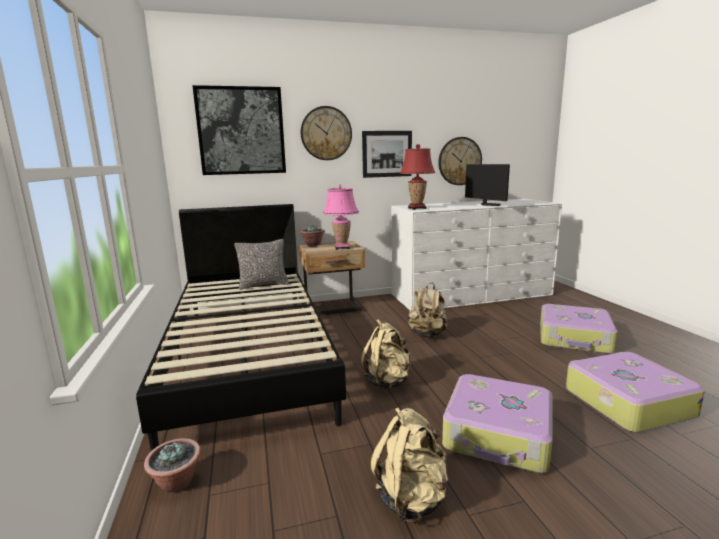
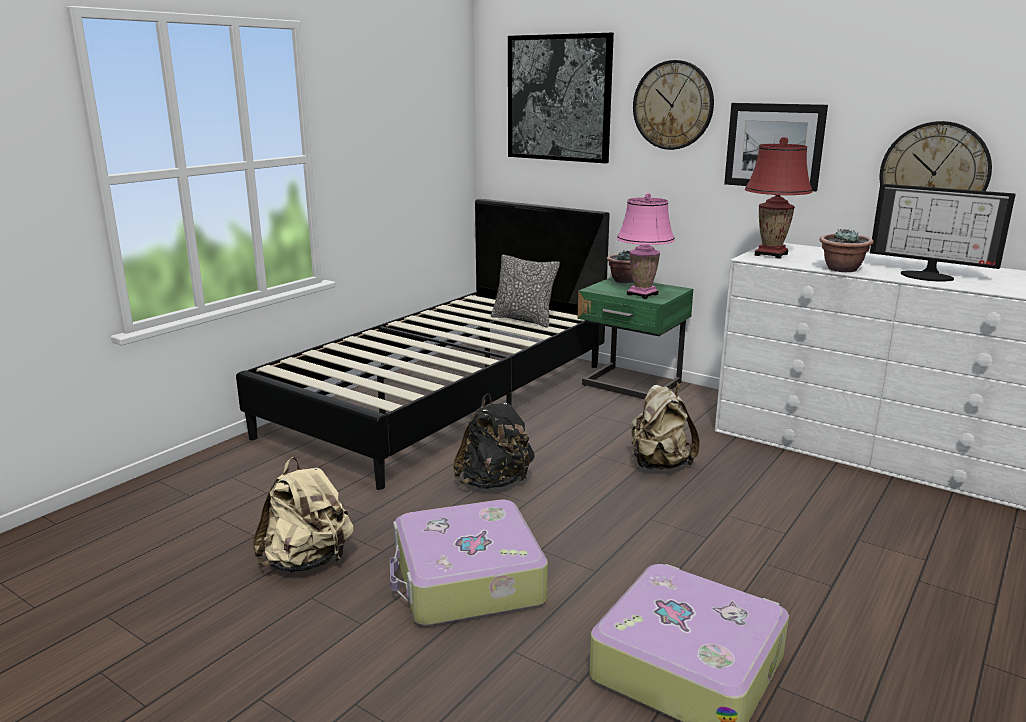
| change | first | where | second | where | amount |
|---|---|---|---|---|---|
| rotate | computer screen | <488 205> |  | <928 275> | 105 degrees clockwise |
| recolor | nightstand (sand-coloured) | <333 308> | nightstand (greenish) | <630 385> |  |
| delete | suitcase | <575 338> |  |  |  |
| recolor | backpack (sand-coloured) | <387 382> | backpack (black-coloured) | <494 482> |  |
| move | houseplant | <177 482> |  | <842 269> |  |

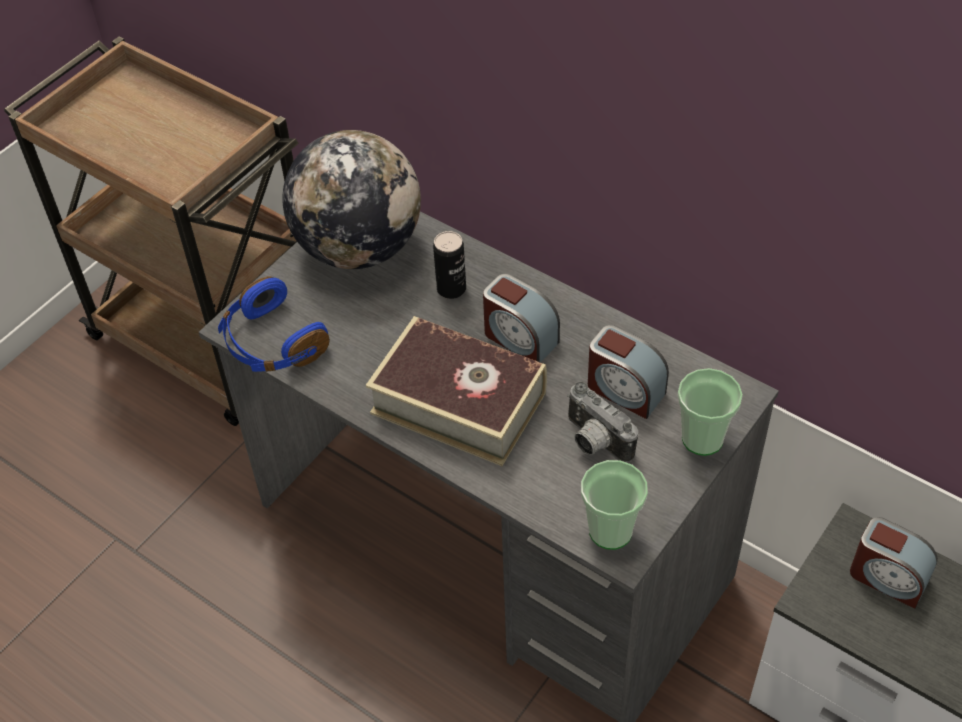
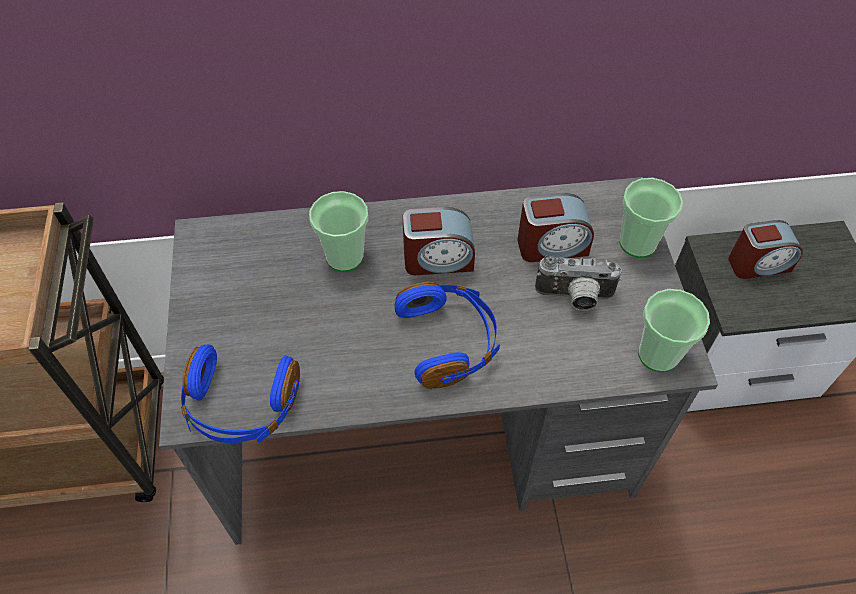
| change | first | where | second | where | amount |
|---|---|---|---|---|---|
| delete | globe | <358 247> |  |  |  |
| replace | metal can | <451 289> | drinking cup | <344 256> |  |
| replace | bound book | <458 402> | pair of headphones (blue-coloured) | <449 341> |  |

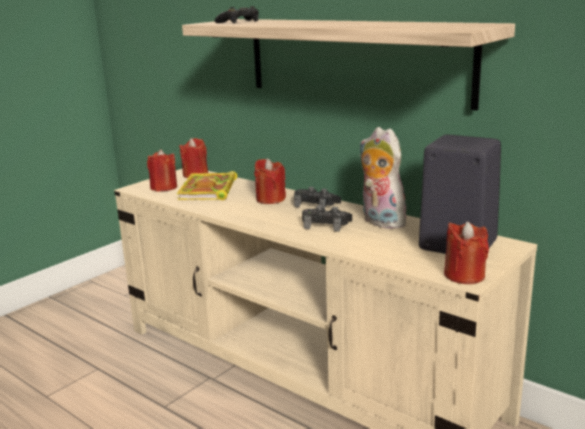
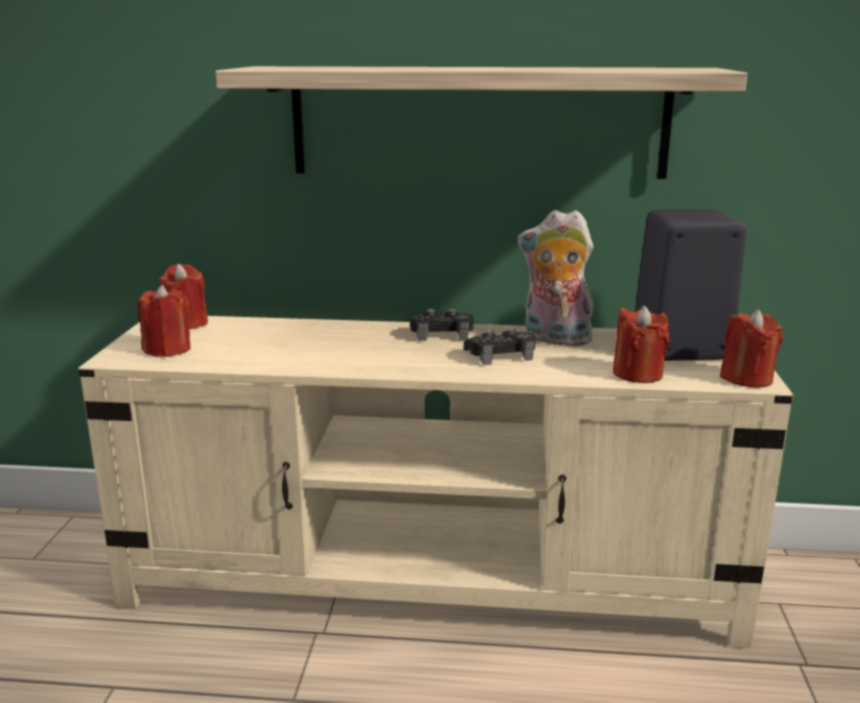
| change | first | where | second | where | amount |
|---|---|---|---|---|---|
| delete | joypad (black-coloured) | <239 22> |  |  |  |
| move | candle (reddish) | <270 199> |  | <637 374> |  |
| delete | bound book | <208 191> |  |  |  |

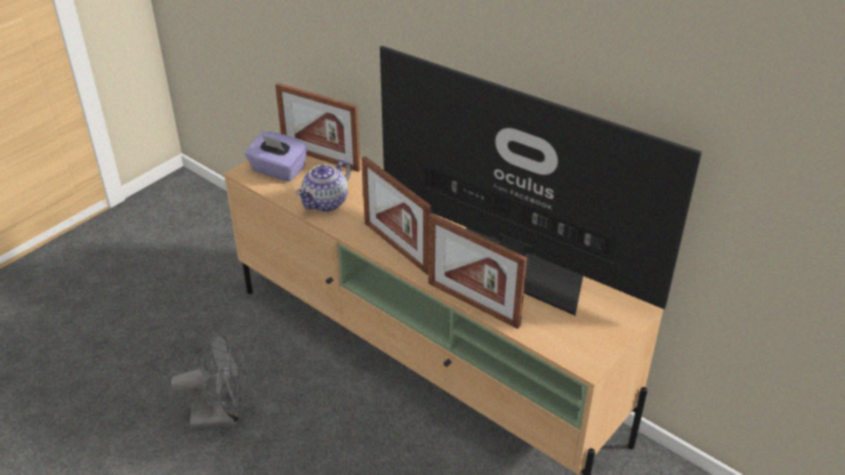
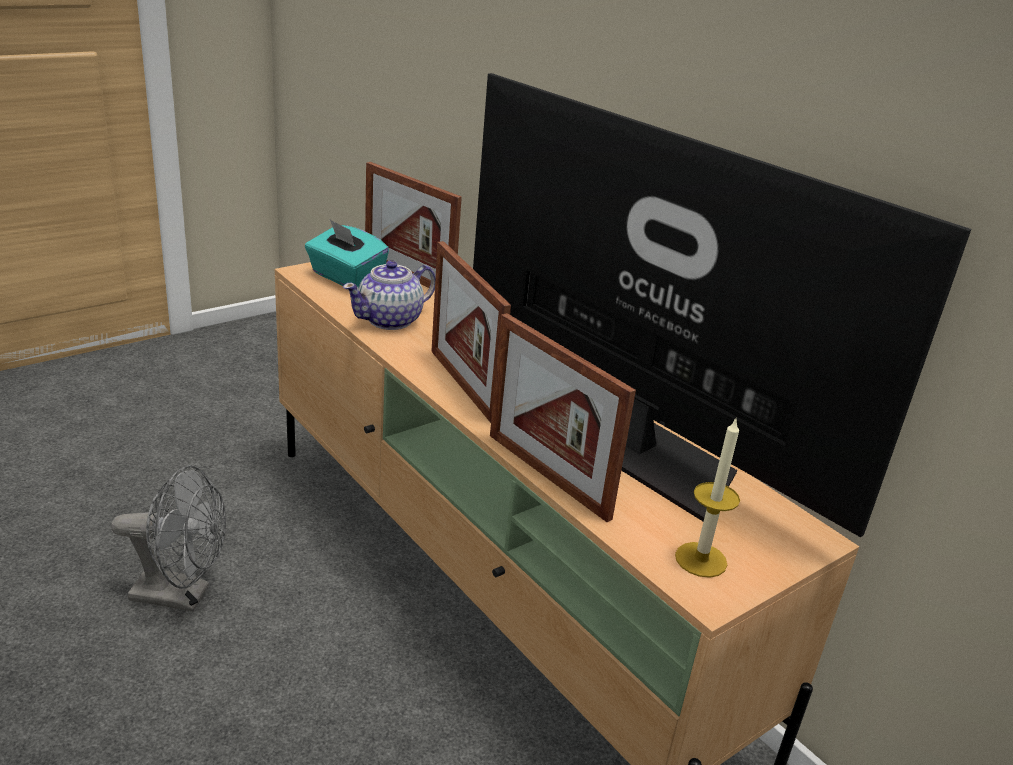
| change | first | where | second | where | amount |
|---|---|---|---|---|---|
| recolor | tissue box (purplish) | <278 170> | tissue box (blue-green) | <345 278> |  |
| insert |  |  | candle | <701 559> |  |

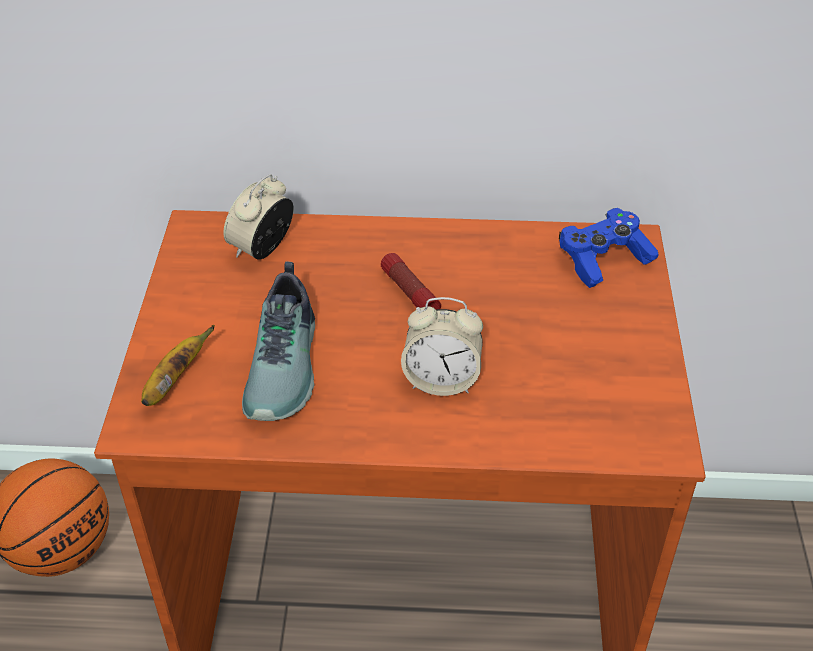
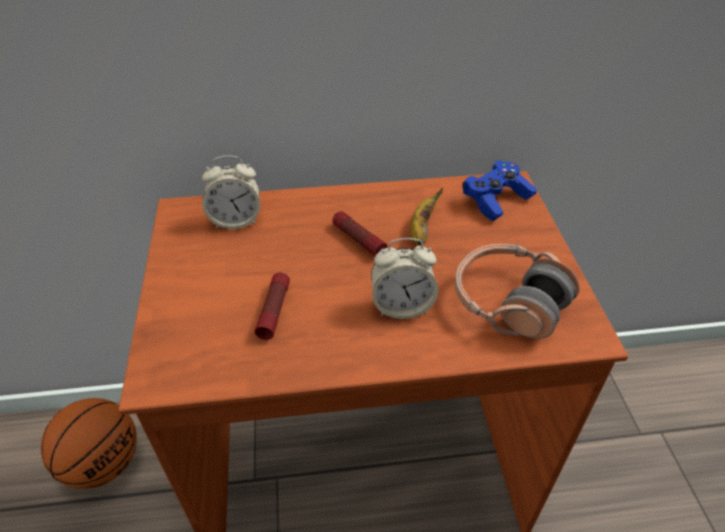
| change | first | where | second | where | amount |
|---|---|---|---|---|---|
| rotate | alarm clock | <262 249> |  | <236 220> | 120 degrees counterclockwise |
| replace | item of footwear | <286 366> | flashlight | <274 310> |  |
| move | whole banana | <174 381> |  | <421 230> |  |
| insert |  |  | pair of headphones | <508 302> |  |

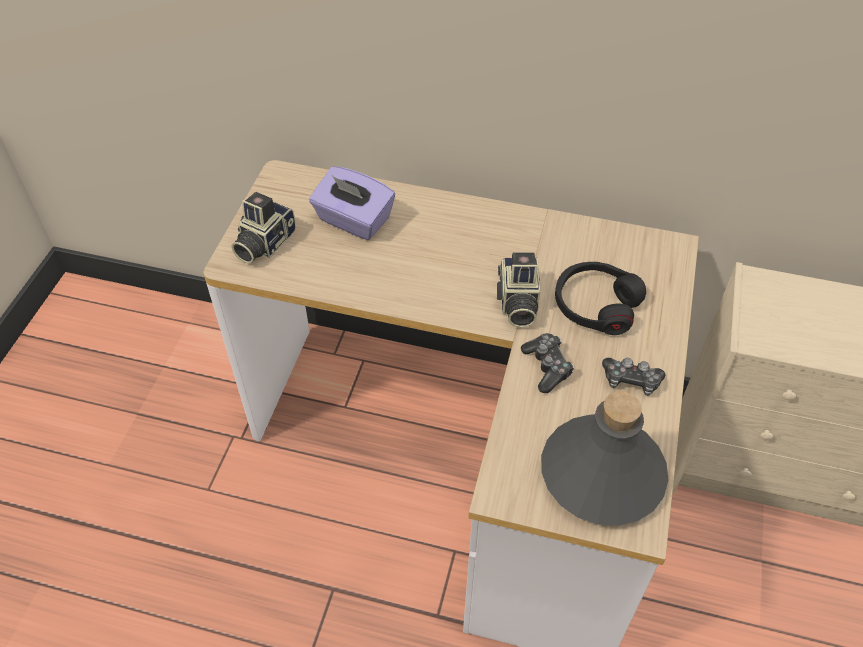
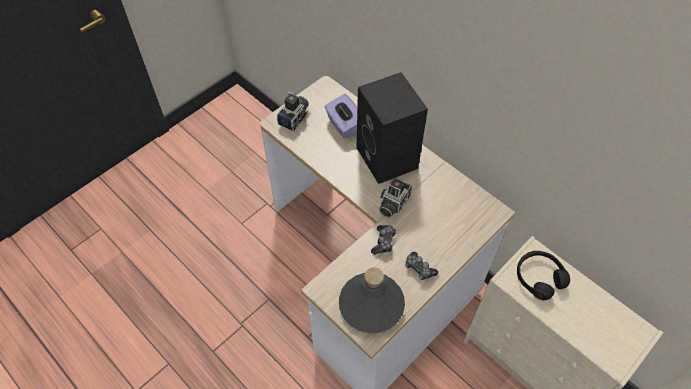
| change | first | where | second | where | amount |
|---|---|---|---|---|---|
| rotate | still camera | <263 243> |  | <295 118> | 150 degrees clockwise |
| move | pair of headphones (black-coloured) | <596 305> |  | <539 277> |  |
| insert |  |  | speaker (black-coloured) | <388 158> |  |

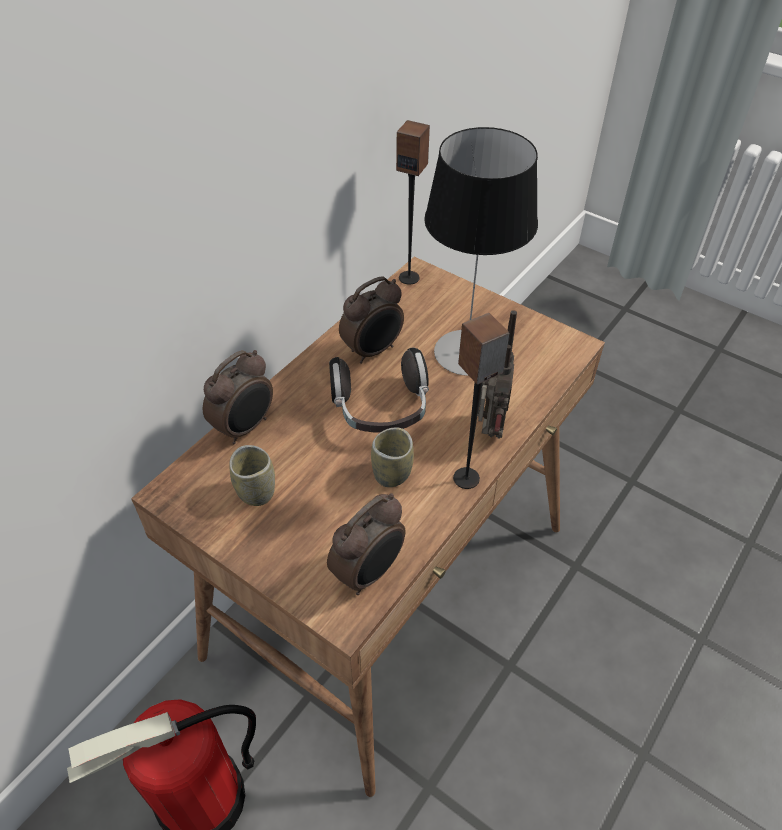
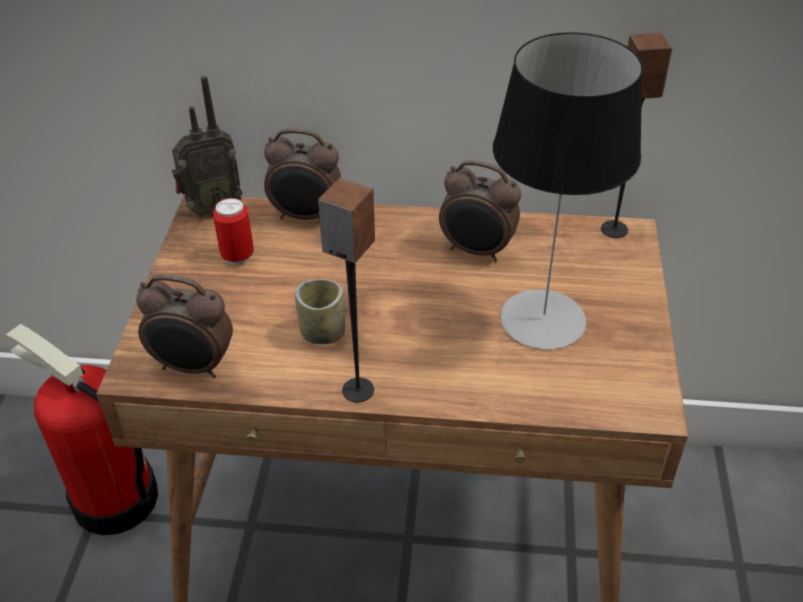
| change | first | where | second | where | amount |
|---|---|---|---|---|---|
| move | radio receiver | <488 429> |  | <211 209> |  |
| delete | pair of headphones | <381 410> |  |  |  |
| replace | drinking cup | <256 491> | metal can | <237 256> |  |

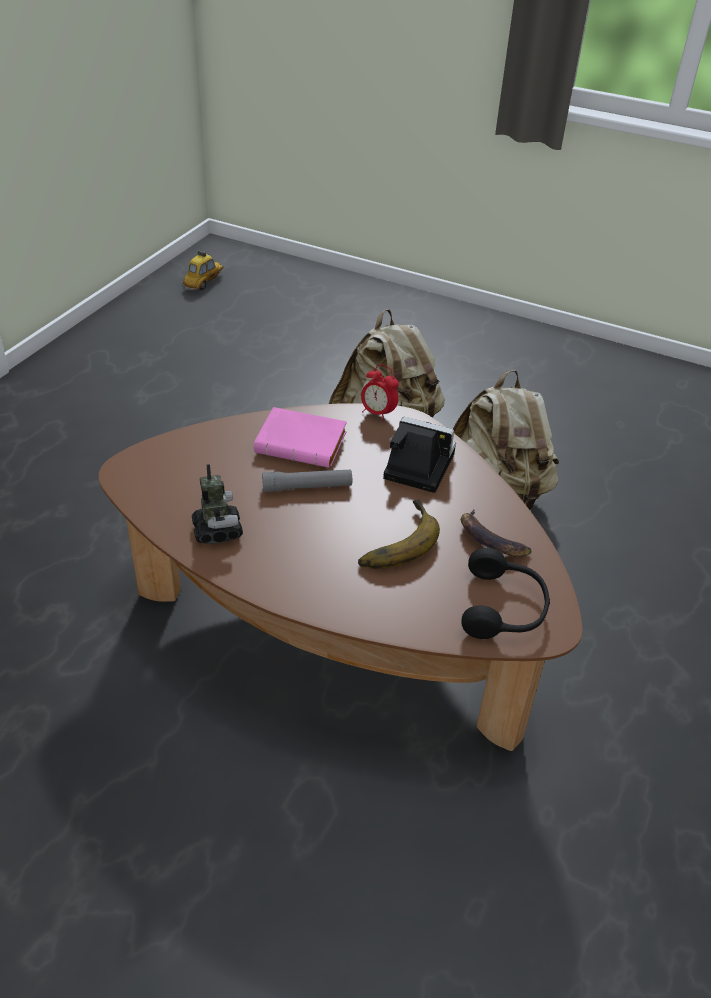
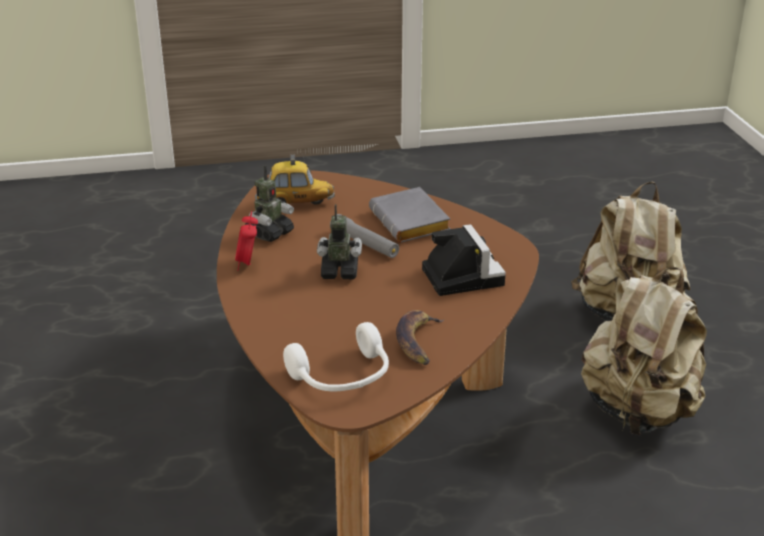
| change | first | where | second | where | amount |
|---|---|---|---|---|---|
| move | model car | <204 283> |  | <295 204> |  |
| move | alarm clock | <378 413> |  | <247 264> |  |
| recolor | bound book (pink) | <304 444> | bound book (gray) | <412 223> |  |
| delete | whole banana | <393 540> |  |  |  |
| recolor | pair of headphones (black-coloured) | <504 608> | pair of headphones (white) | <343 377> |  |
| insert |  |  | toy robot | <339 272> |  |

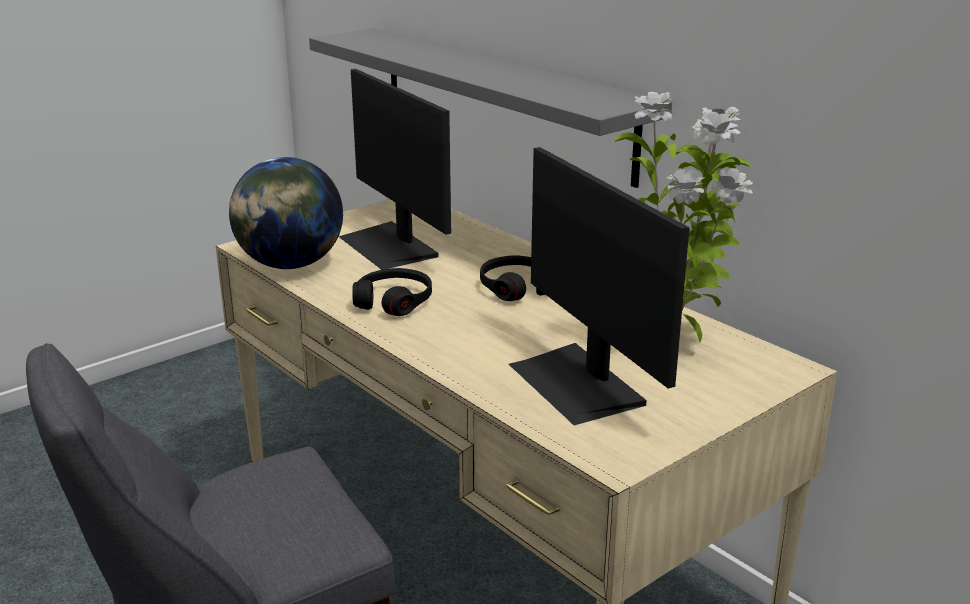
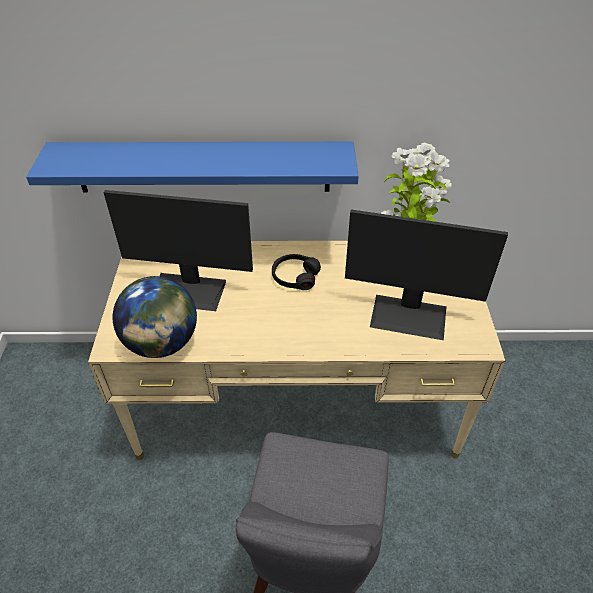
| change | first | where | second | where | amount |
|---|---|---|---|---|---|
| recolor | wall shelf (gray) | <501 101> | wall shelf (blue-coloured) | <203 167> |  |
| delete | pair of headphones (black-coloured) | <394 301> |  |  |  |

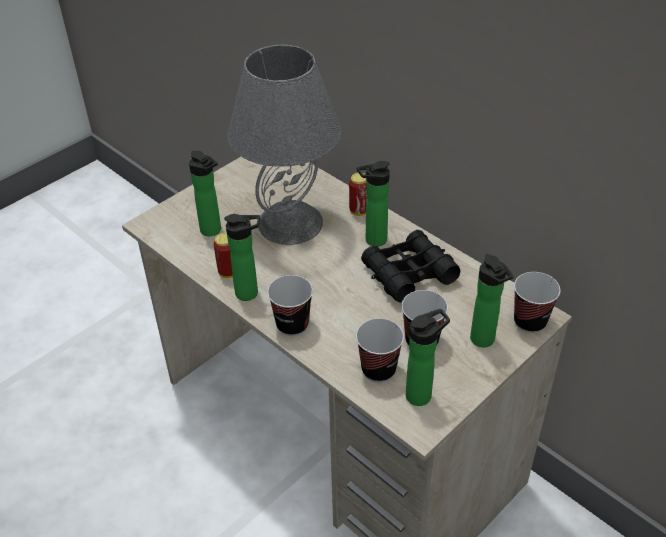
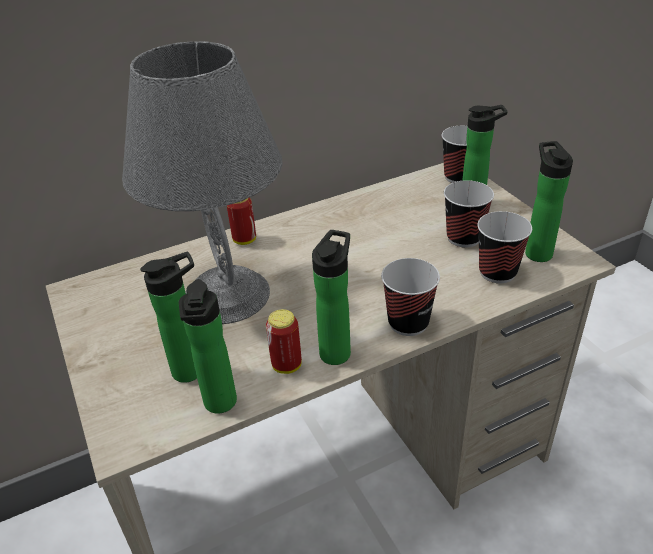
| change | first | where | second | where | amount |
|---|---|---|---|---|---|
| move | beverage bottle | <372 240> |  | <220 405> |  |
| delete | binoculars (black-coloured) | <408 274> |  |  |  |

